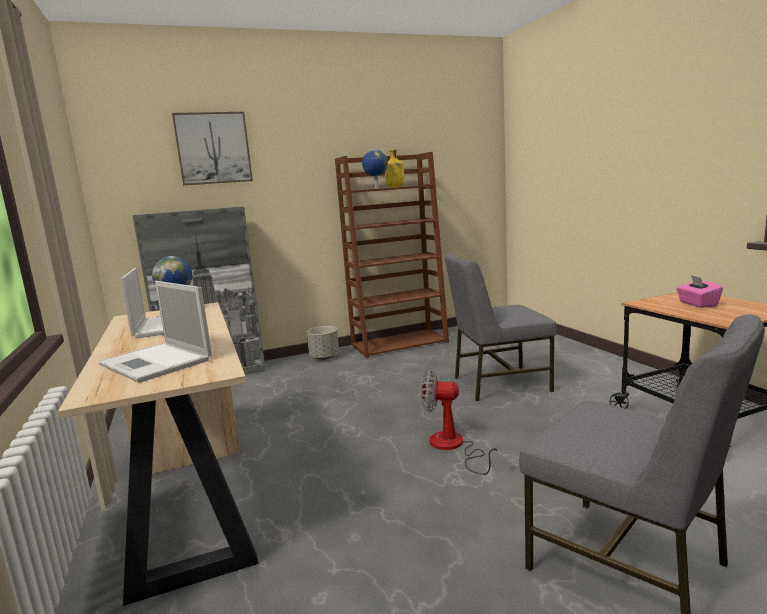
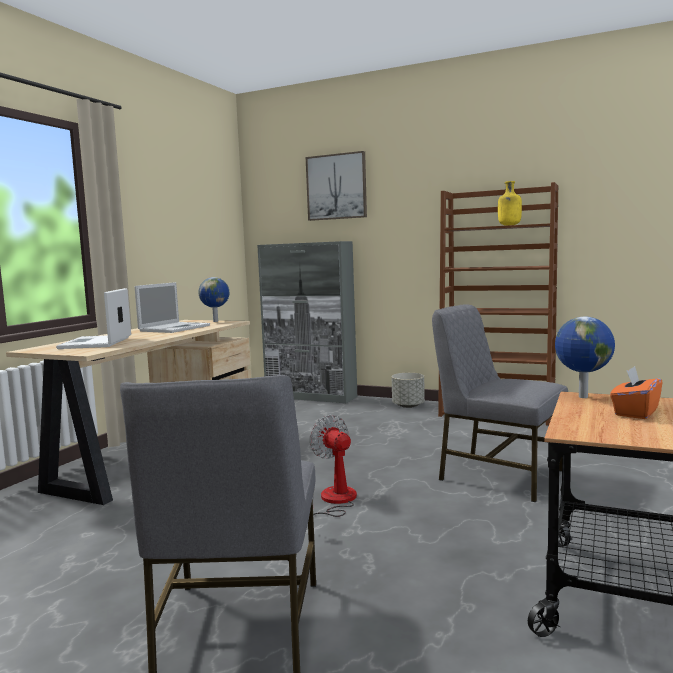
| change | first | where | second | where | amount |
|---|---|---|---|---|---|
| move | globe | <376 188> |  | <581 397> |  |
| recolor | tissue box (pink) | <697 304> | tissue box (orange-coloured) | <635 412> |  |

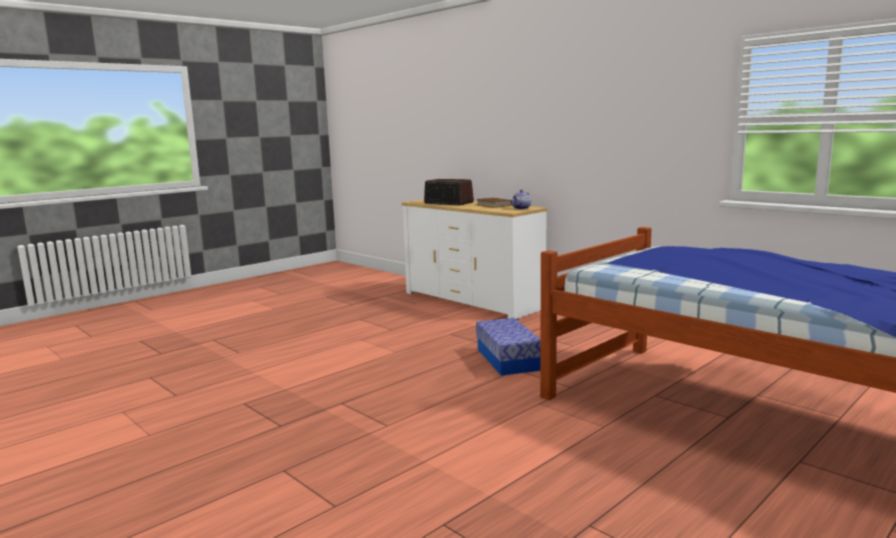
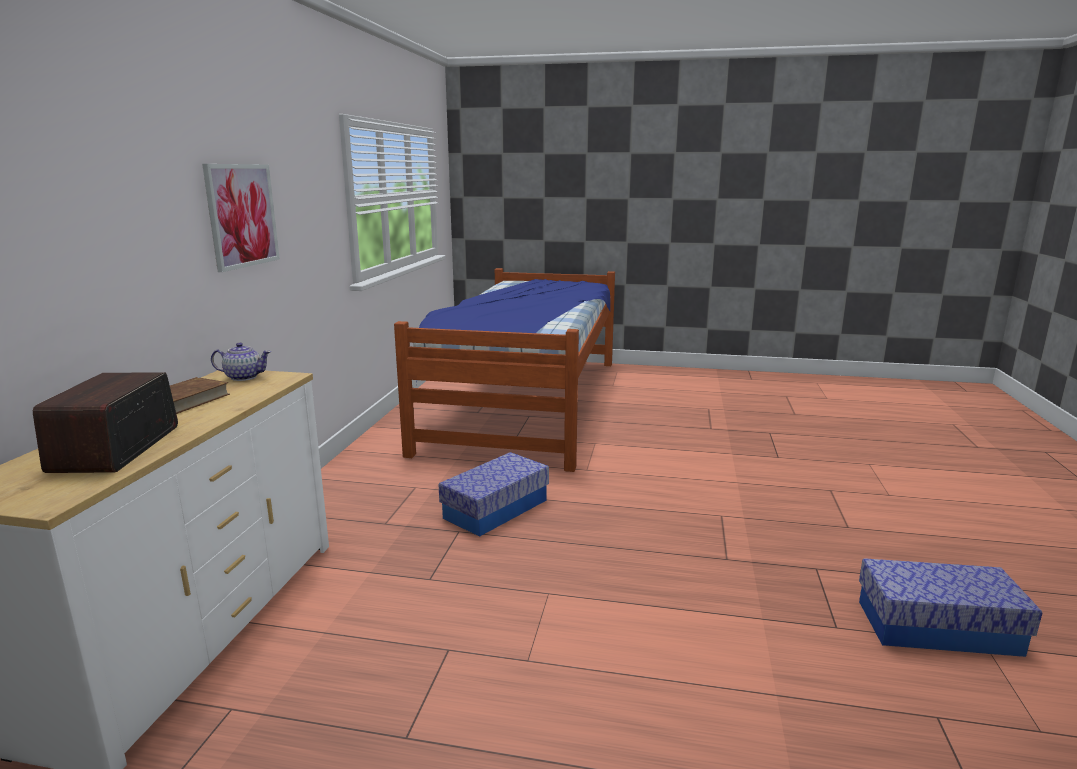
| change | first | where | second | where | amount |
|---|---|---|---|---|---|
| insert |  |  | wall picture | <242 215> |  |
| insert |  |  | storage container | <937 627> |  |

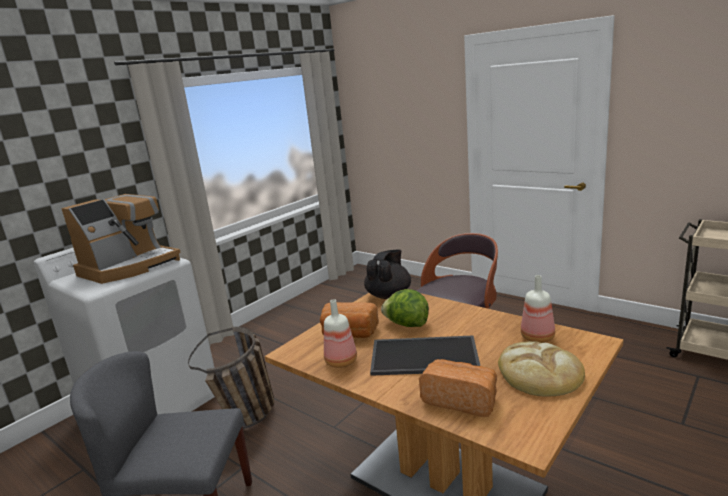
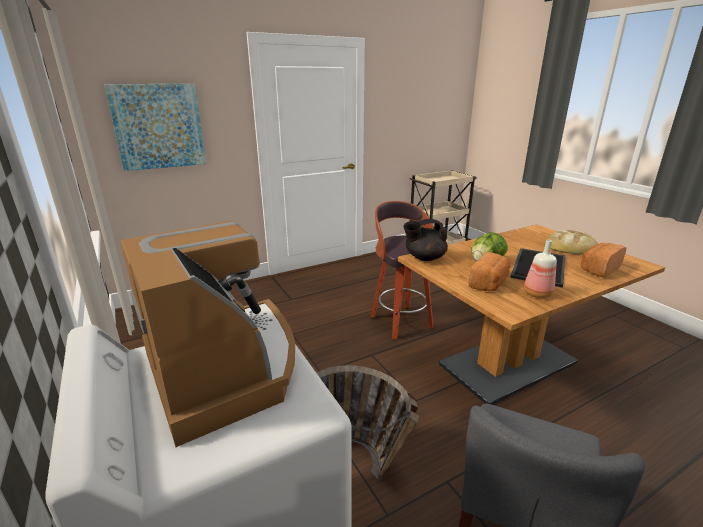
| change | first | where | second | where | amount |
|---|---|---|---|---|---|
| rotate | tea pot (black-coloured) | <389 295> |  | <424 258> | 60 degrees counterclockwise |
| delete | beverage bottle | <538 337> |  |  |  |
| insert |  |  | wall picture | <158 126> |  |

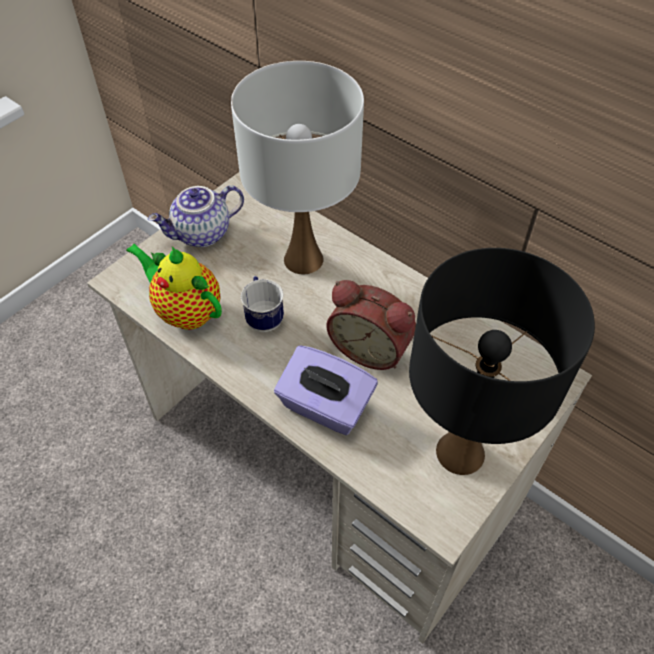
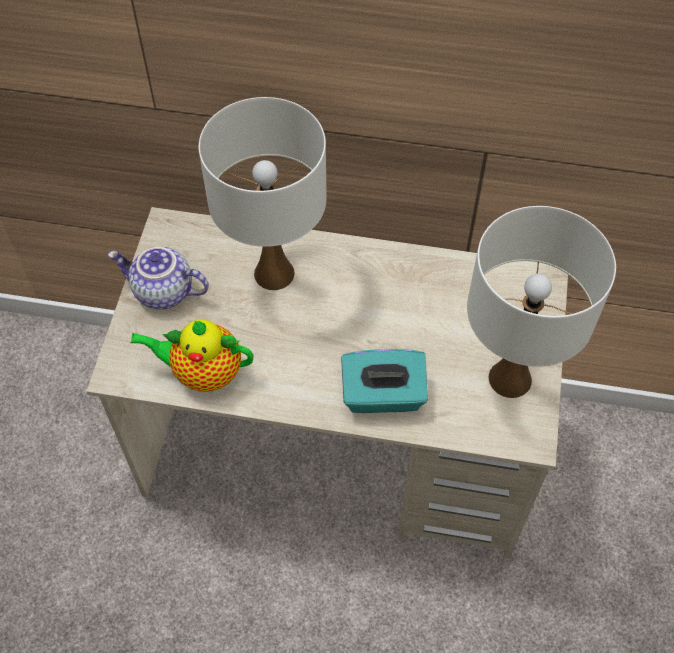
| change | first | where | second | where | amount |
|---|---|---|---|---|---|
| rotate | tea pot | <202 234> |  | <162 292> | 75 degrees clockwise |
| recolor | lamp for a table (black-coloured) | <460 453> | lamp for a table (white) | <510 379> |  |
| delete | mug | <263 317> |  |  |  |
| delete | alarm clock | <371 347> |  |  |  |
| recolor | tissue box (purplish) | <325 407> | tissue box (blue-green) | <383 396> |  |

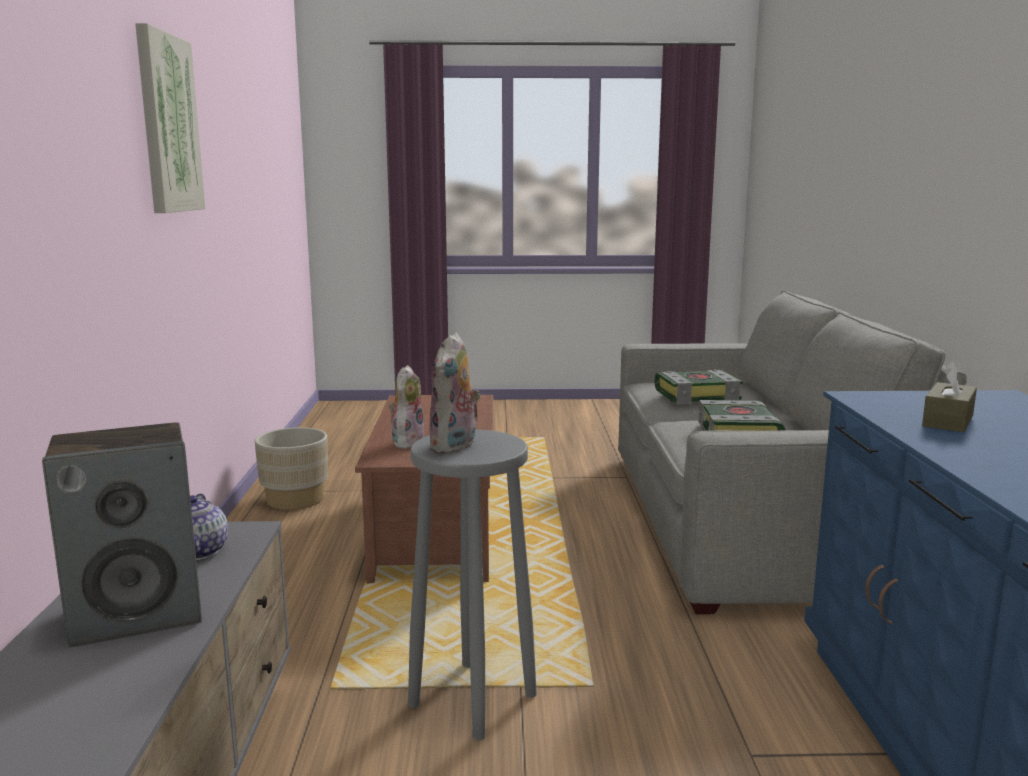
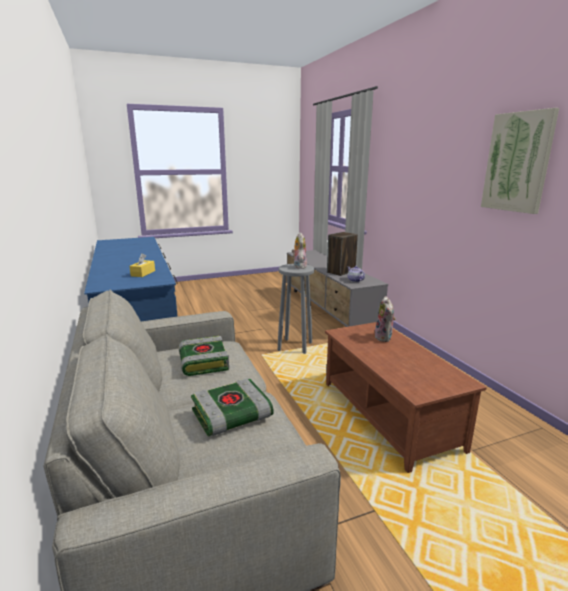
| change | first | where | second | where | amount |
|---|---|---|---|---|---|
| recolor | tissue box (brown) | <948 421> | tissue box (yellow) | <143 273> |  |
| delete | planter (sand-coloured) | <295 500> |  |  |  |

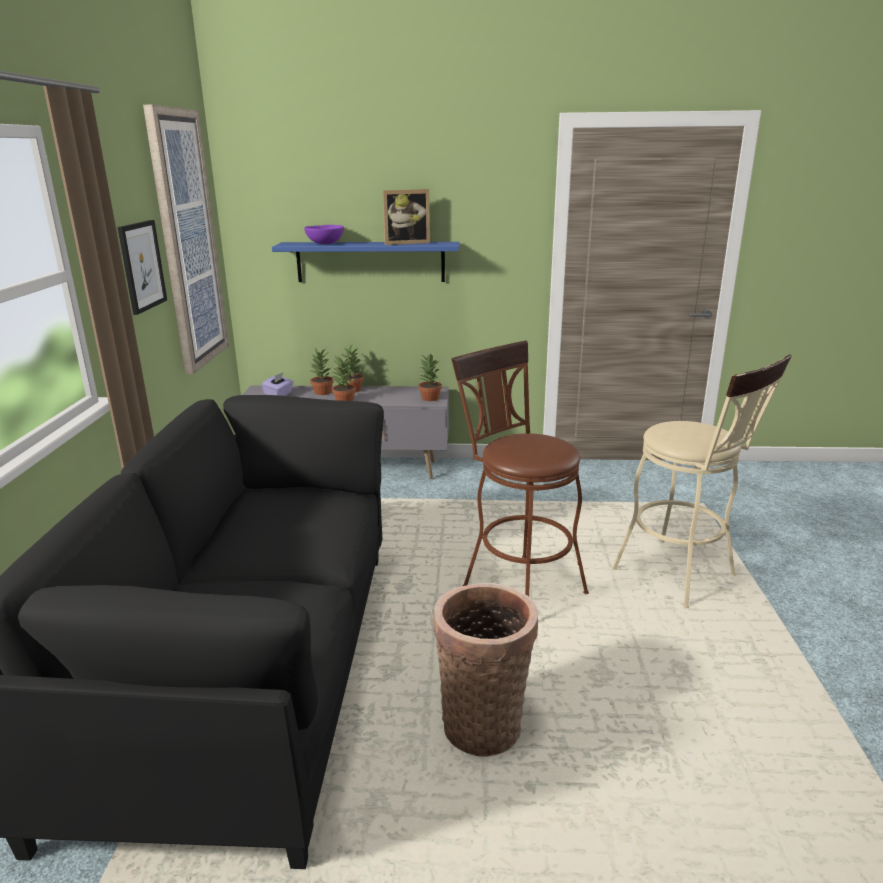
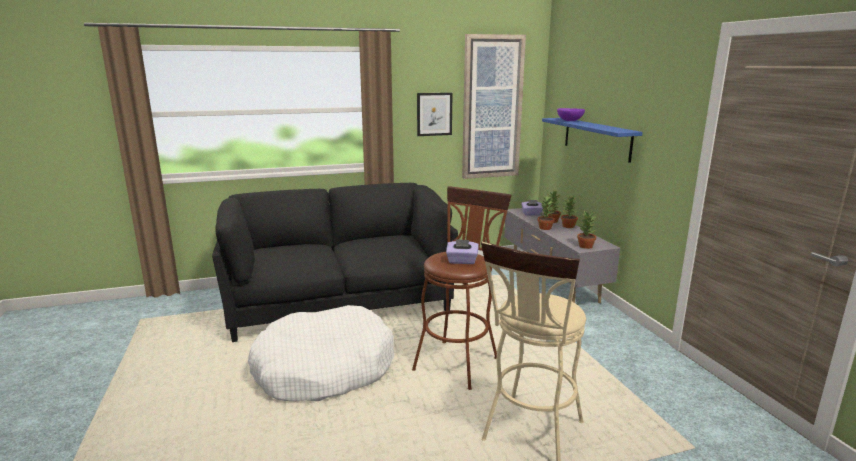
| change | first | where | second | where | amount |
|---|---|---|---|---|---|
| delete | standing frame | <406 243> |  |  |  |
| replace | basket | <483 723> | pet bed (white) | <324 369> |  |
| insert |  |  | tissue box (purplish) | <462 261> |  |

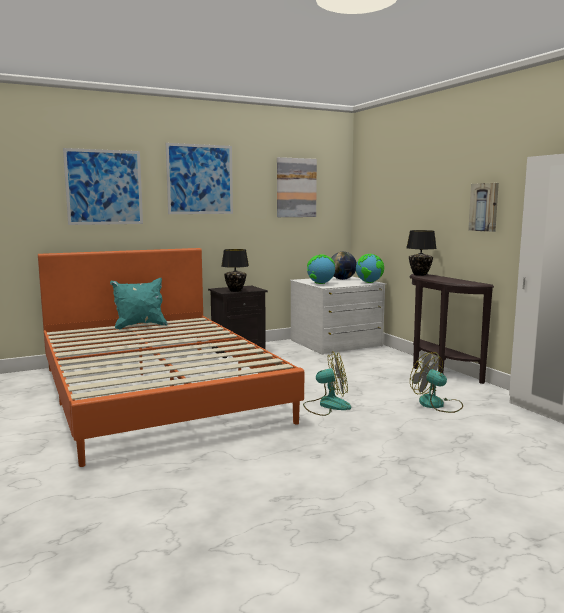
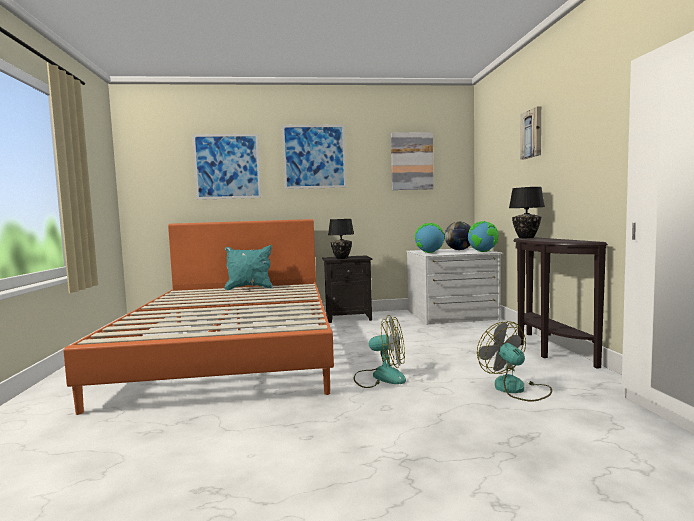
| change | first | where | second | where | amount |
|---|---|---|---|---|---|
| move | wall picture | <484 207> |  | <532 134> |  |

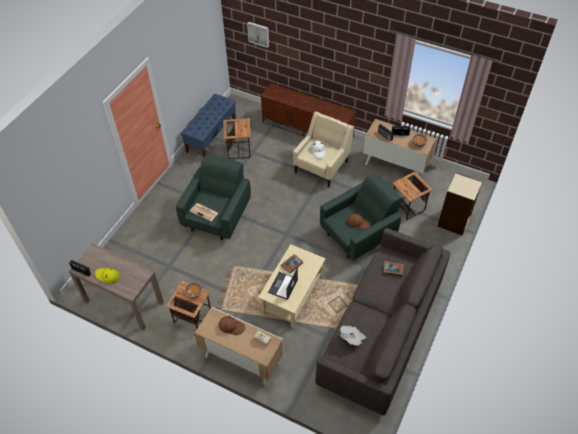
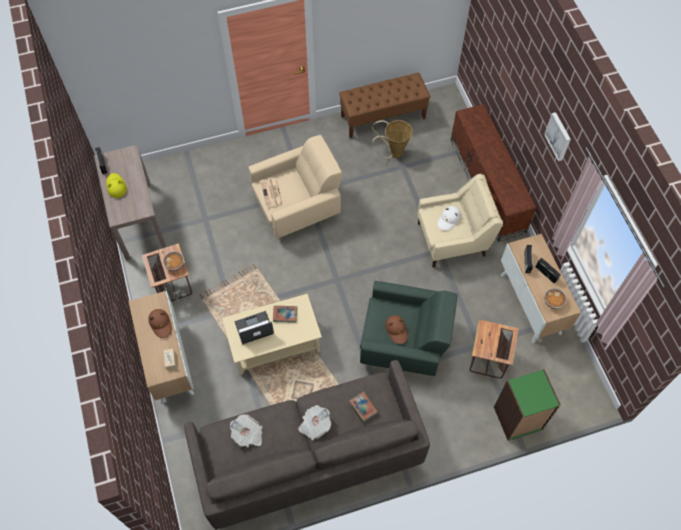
| change | first | where | second | where | amount |
|---|---|---|---|---|---|
| move | wall picture | <258 34> |  | <559 136> |  |
| recolor | bench (blue-coloured) | <211 136> | bench (brown) | <383 117> |  |
| replace | end table | <239 149> | basket | <393 153> |  |
| recolor | armchair (greenish) | <217 215> | armchair (sand-coloured) | <298 206> |  |
| recolor | bookcase (sand-coloured) | <454 221> | bookcase (greenish) | <518 418> |  |
| insert |  |  | newspaper | <314 425> |  |

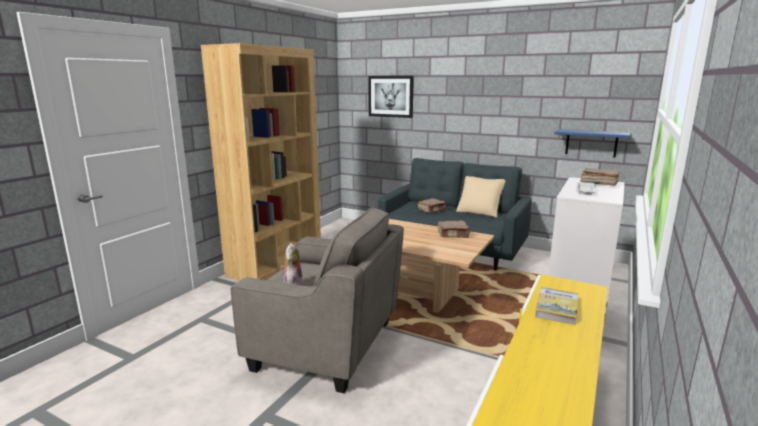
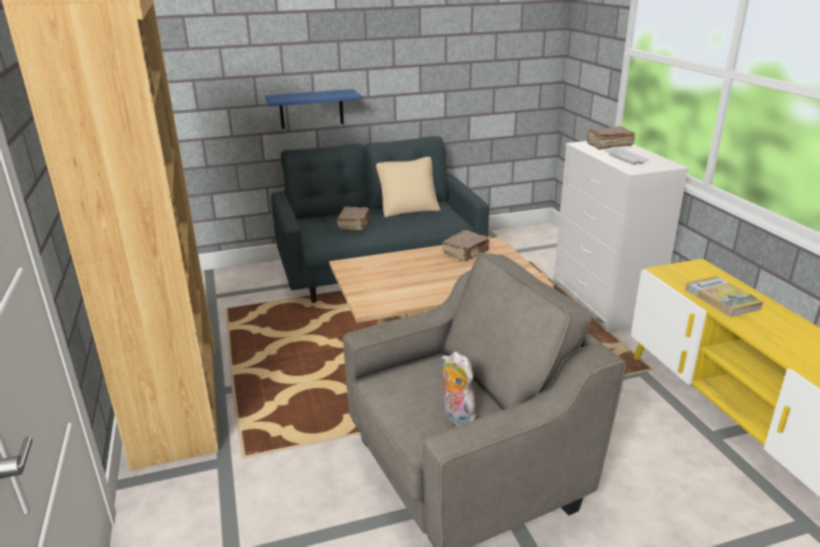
| change | first | where | second | where | amount |
|---|---|---|---|---|---|
| delete | wall picture | <390 96> |  |  |  |
| move | wall shelf (blue-coloured) | <591 143> |  | <311 109> |  |

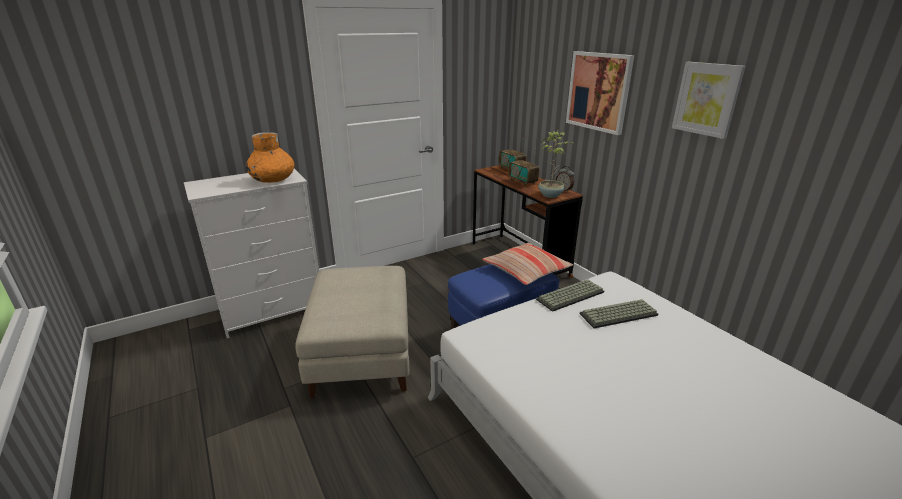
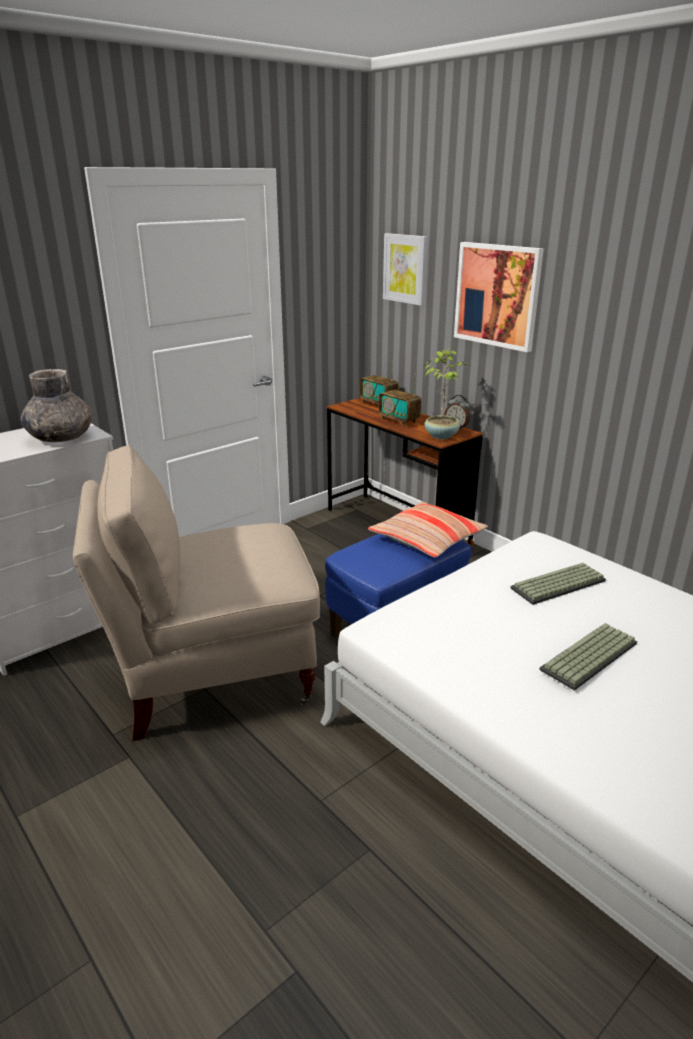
| change | first | where | second | where | amount |
|---|---|---|---|---|---|
| move | wall picture | <707 99> |  | <405 268> |  |
| recolor | flower vase (orange-coloured) | <273 180> | flower vase (gray) | <61 438> |  |
| replace | pouffe (sand-coloured) | <362 353> | chair (sand-coloured) | <213 675> |  |
| move | PC keyboard | <570 296> |  | <590 658> |  |

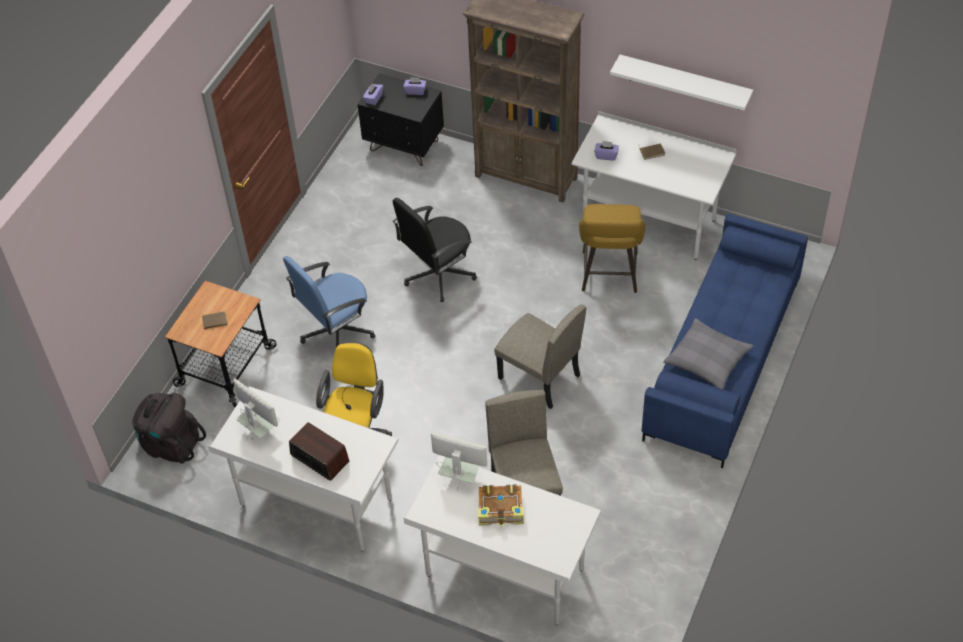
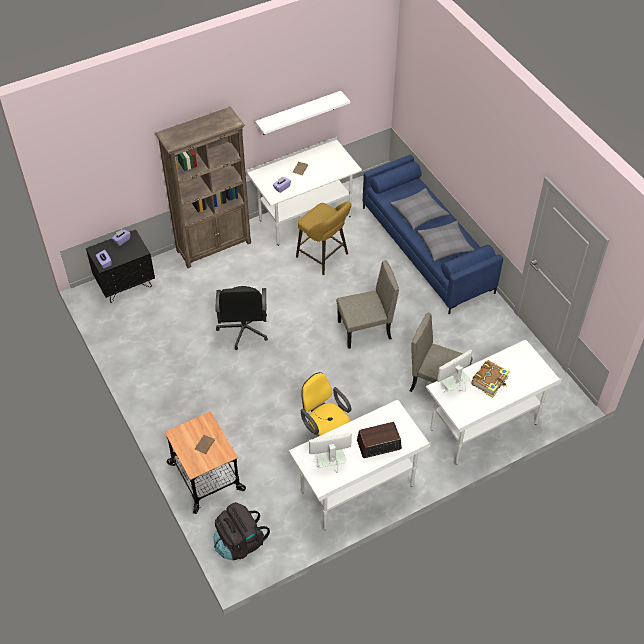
| change | first | where | second | where | amount |
|---|---|---|---|---|---|
| delete | computer chair (blue-coloured) | <336 331> |  |  |  |
| insert |  |  | pillow (gray) | <419 213> |  |

